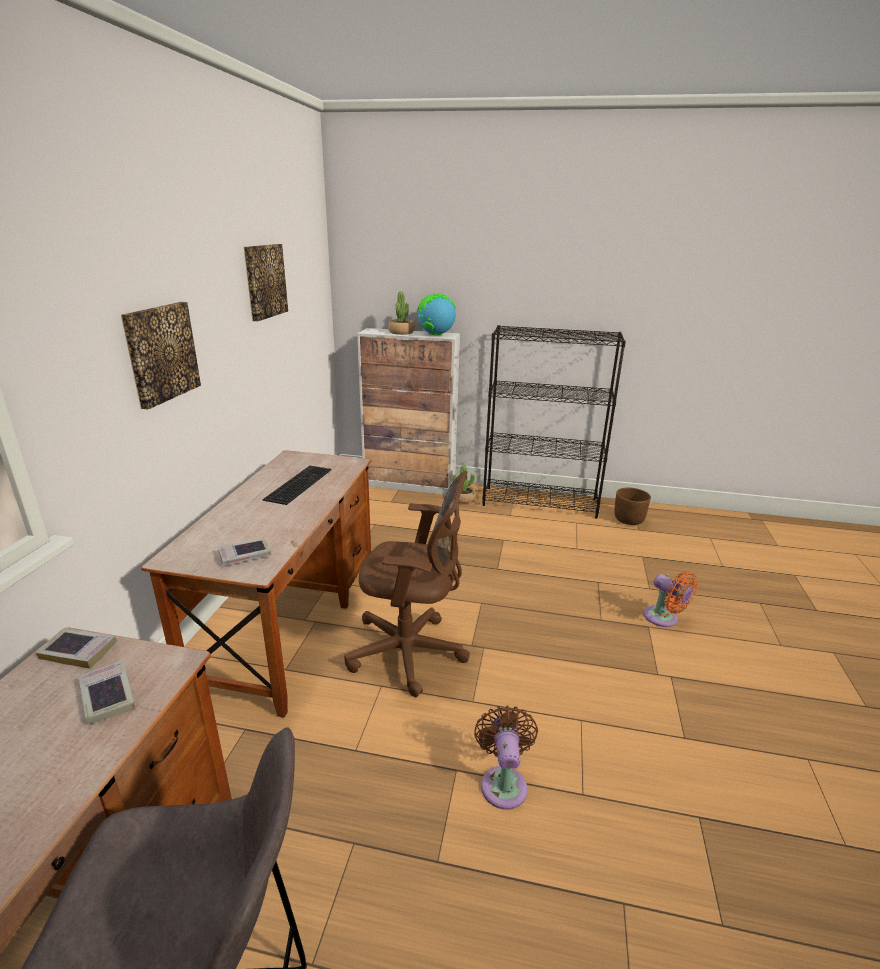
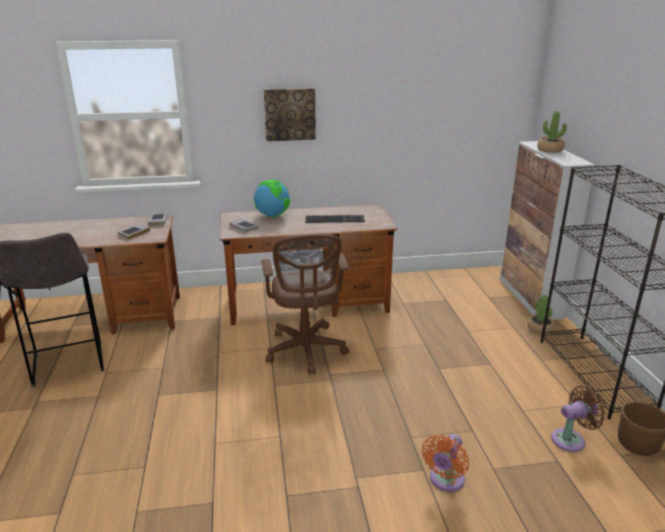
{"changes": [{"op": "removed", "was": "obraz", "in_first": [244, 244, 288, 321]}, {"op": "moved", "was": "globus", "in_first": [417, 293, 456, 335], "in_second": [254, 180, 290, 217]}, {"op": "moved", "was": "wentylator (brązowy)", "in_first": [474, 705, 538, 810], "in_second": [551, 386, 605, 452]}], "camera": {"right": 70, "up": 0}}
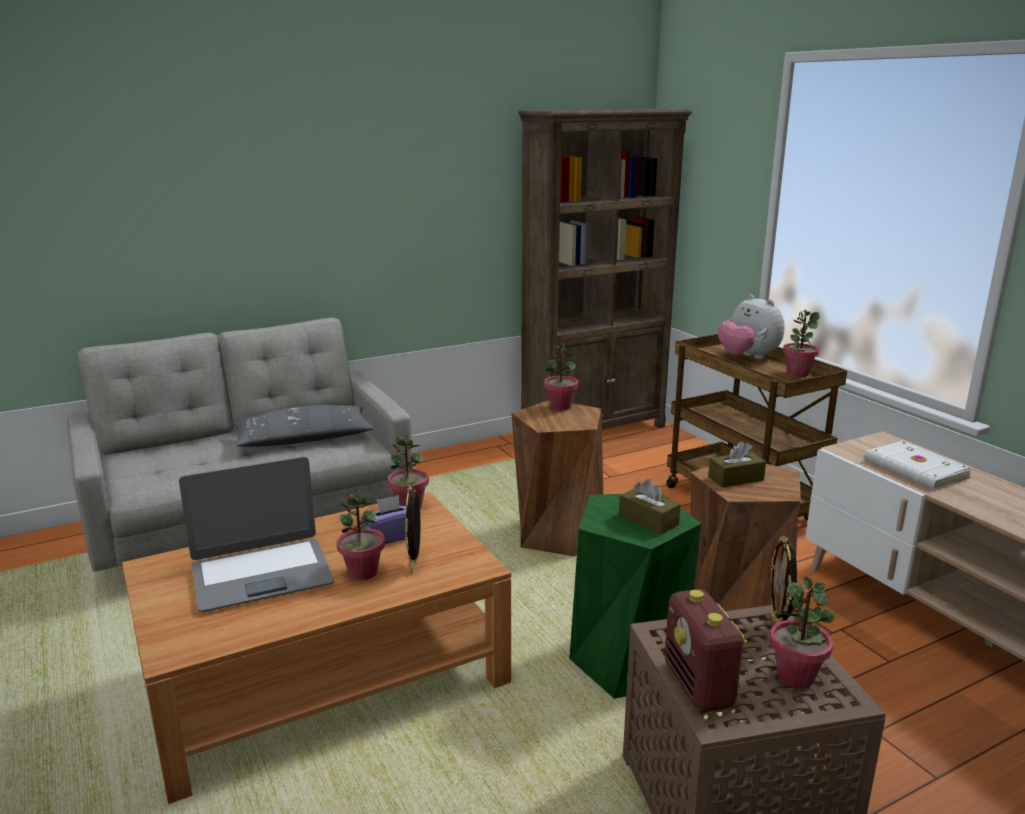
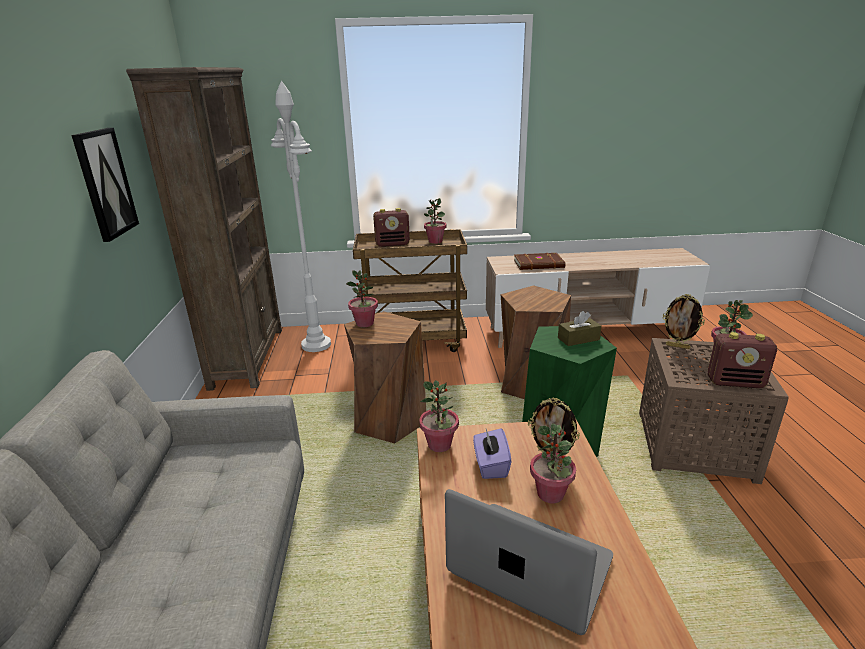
{"changes": [{"op": "replaced", "was": "pluszak", "now": "radio", "in_first": [718, 294, 785, 359], "in_second": [373, 208, 410, 247]}, {"op": "removed", "was": "poduszka (szary)", "in_first": [233, 405, 374, 447]}, {"op": "removed", "was": "pudełko chusteczek (brązowy)", "in_first": [708, 441, 766, 488]}, {"op": "recoloured", "was": "książka (biały)", "now": "książka (brązowy)", "in_first": [865, 441, 973, 490], "in_second": [514, 253, 566, 270]}, {"op": "turned", "was": "laptop", "in_first": [179, 457, 334, 612], "in_second": [445, 489, 613, 635], "clockwise": -60}, {"op": "added", "now": "lampa stojąca (biały)", "in_second": [271, 81, 331, 352]}, {"op": "added", "now": "obraz", "in_second": [71, 128, 139, 242]}], "camera": {"right": -65, "up": 5}}
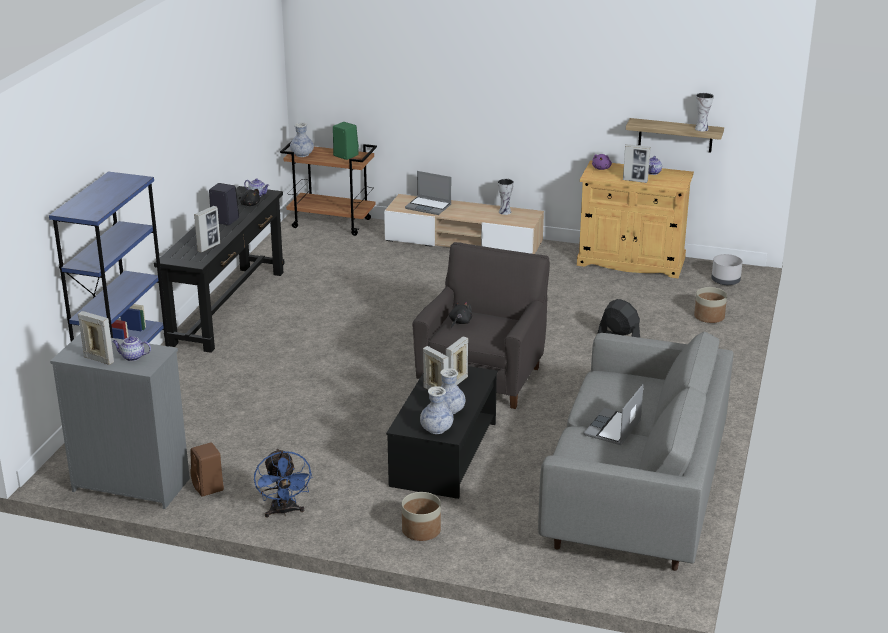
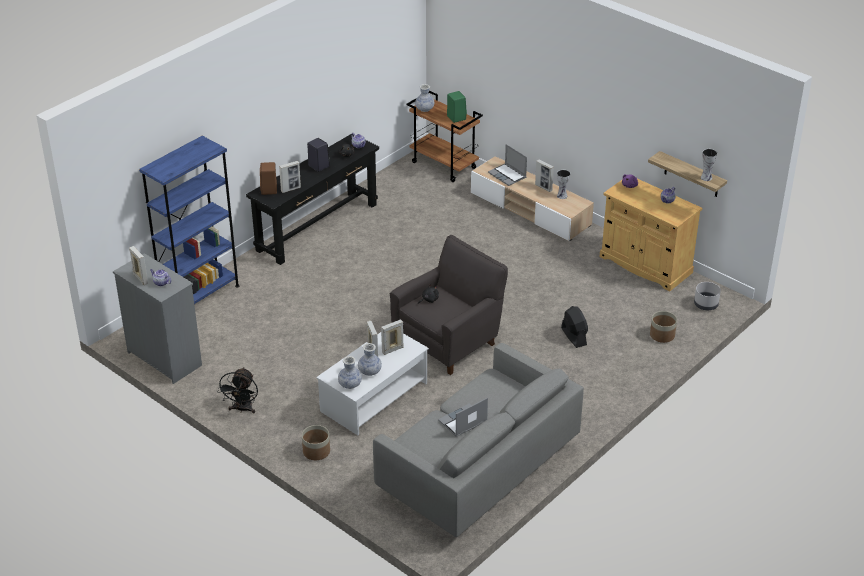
{"changes": [{"op": "moved", "was": "ramka na zdjęcie", "in_first": [623, 144, 651, 183], "in_second": [535, 160, 554, 192]}, {"op": "recoloured", "was": "ława (czarny)", "now": "ława (biały)", "in_first": [386, 366, 498, 499], "in_second": [316, 332, 429, 435]}, {"op": "moved", "was": "głośnik (brązowy)", "in_first": [190, 442, 224, 497], "in_second": [260, 162, 277, 195]}, {"op": "recoloured", "was": "wentylator (niebieski)", "now": "wentylator (czarny)", "in_first": [254, 449, 312, 517], "in_second": [217, 367, 258, 413]}], "camera": {"right": 25, "up": 10}}
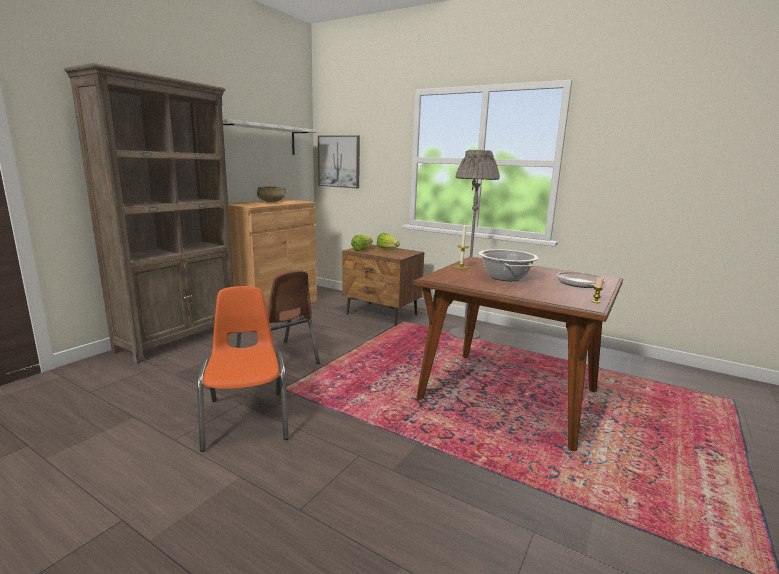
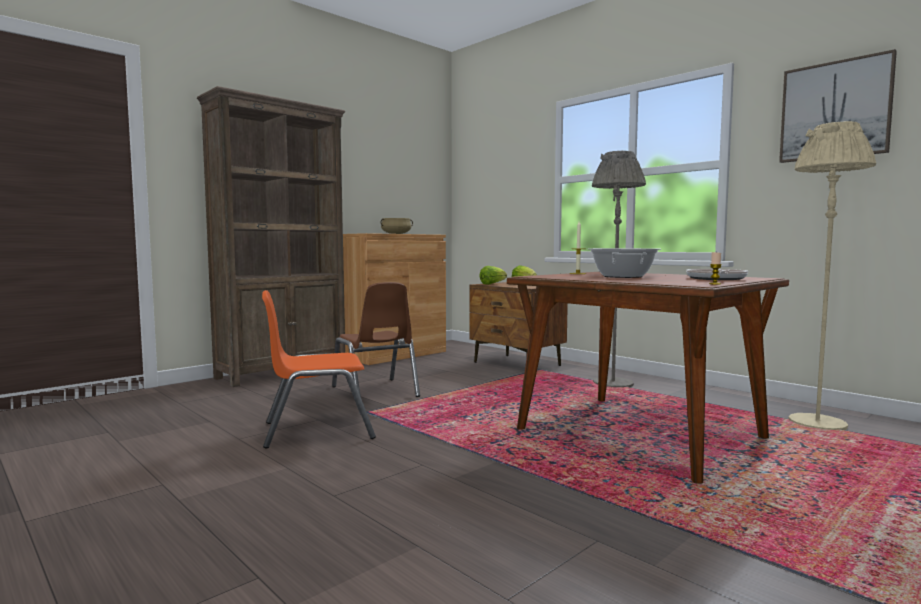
{"changes": [{"op": "removed", "was": "półka (biały)", "in_first": [223, 119, 319, 155]}, {"op": "moved", "was": "obraz", "in_first": [318, 135, 360, 188], "in_second": [779, 49, 897, 163]}, {"op": "turned", "was": "krzesło (pomarańczowy)", "in_first": [197, 286, 289, 452], "in_second": [262, 290, 376, 448], "clockwise": -105}, {"op": "added", "now": "lampa stojąca (beżowy)", "in_second": [788, 121, 876, 430]}], "camera": {"right": 15, "up": -10}}
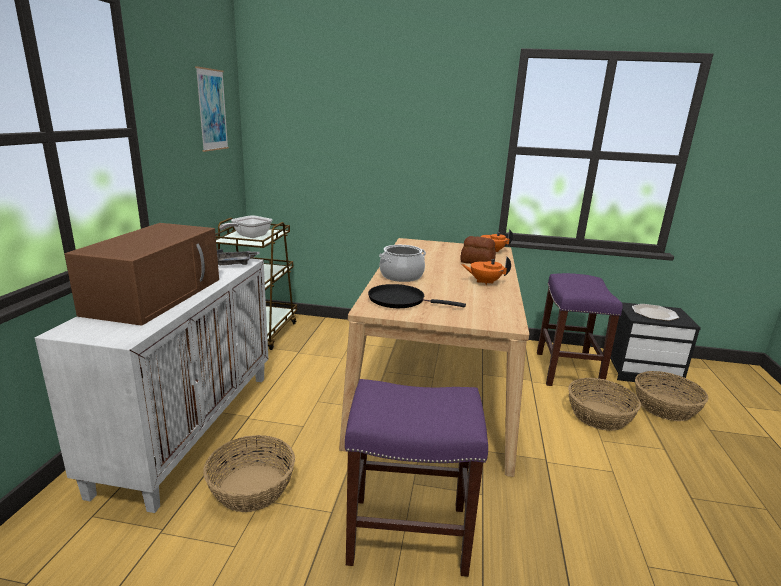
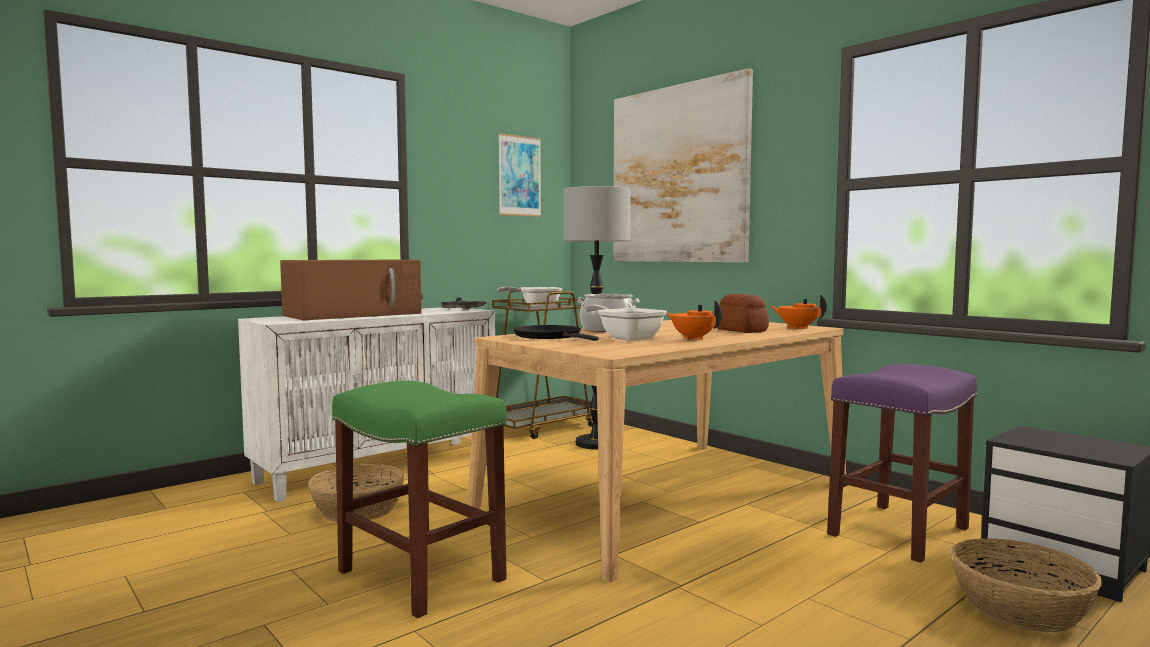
{"changes": [{"op": "removed", "was": "talerz", "in_first": [632, 304, 679, 321]}, {"op": "removed", "was": "koszyk", "in_first": [568, 378, 641, 431]}, {"op": "recoloured", "was": "stołek (fioletowy)", "now": "stołek (zielony)", "in_first": [345, 379, 488, 577], "in_second": [332, 381, 507, 618]}, {"op": "added", "now": "obraz", "in_second": [613, 68, 753, 263]}, {"op": "added", "now": "lampa stojąca", "in_second": [563, 186, 631, 449]}, {"op": "added", "now": "patelnia", "in_second": [585, 305, 667, 341]}], "camera": {"right": 40, "up": -15}}
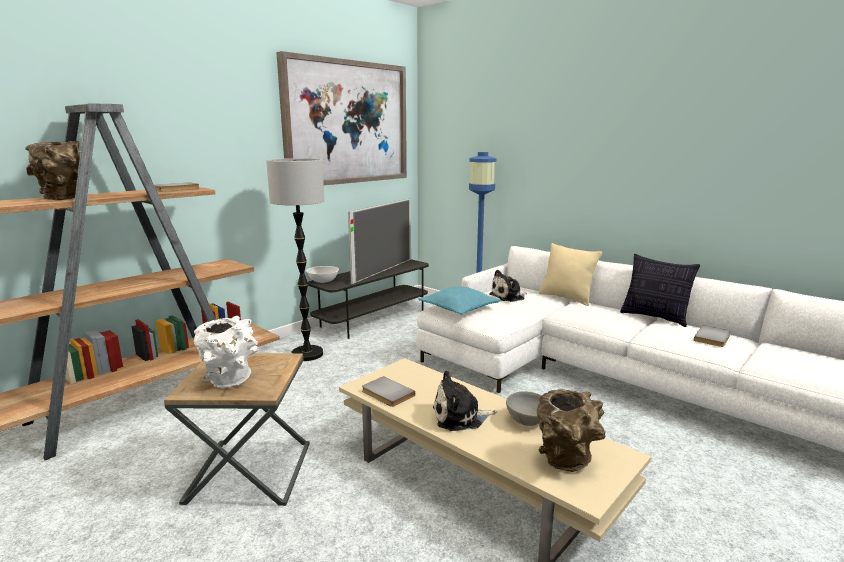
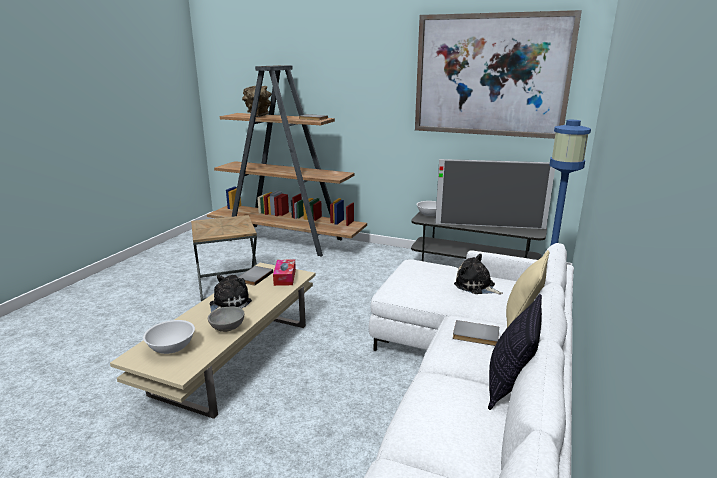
{"changes": [{"op": "removed", "was": "lampa stojąca", "in_first": [266, 158, 324, 361]}, {"op": "removed", "was": "poduszka (turkusowy)", "in_first": [418, 286, 501, 315]}, {"op": "removed", "was": "wazon (biały)", "in_first": [194, 316, 259, 389]}, {"op": "moved", "was": "książka (szary)", "in_first": [694, 325, 731, 347], "in_second": [453, 320, 499, 346]}, {"op": "turned", "was": "pluszak", "in_first": [433, 371, 496, 431], "in_second": [210, 275, 252, 312], "clockwise": 60}, {"op": "replaced", "was": "wazon (brązowy)", "now": "miska (biały)", "in_first": [537, 389, 606, 472], "in_second": [143, 320, 195, 354]}, {"op": "added", "now": "pudełko chusteczek", "in_second": [273, 259, 296, 286]}], "camera": {"right": 70, "up": 5}}
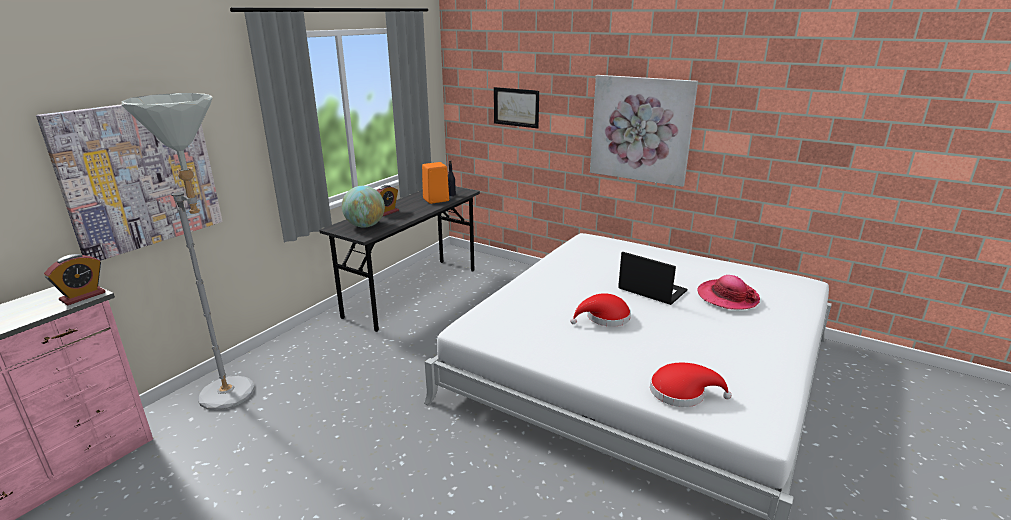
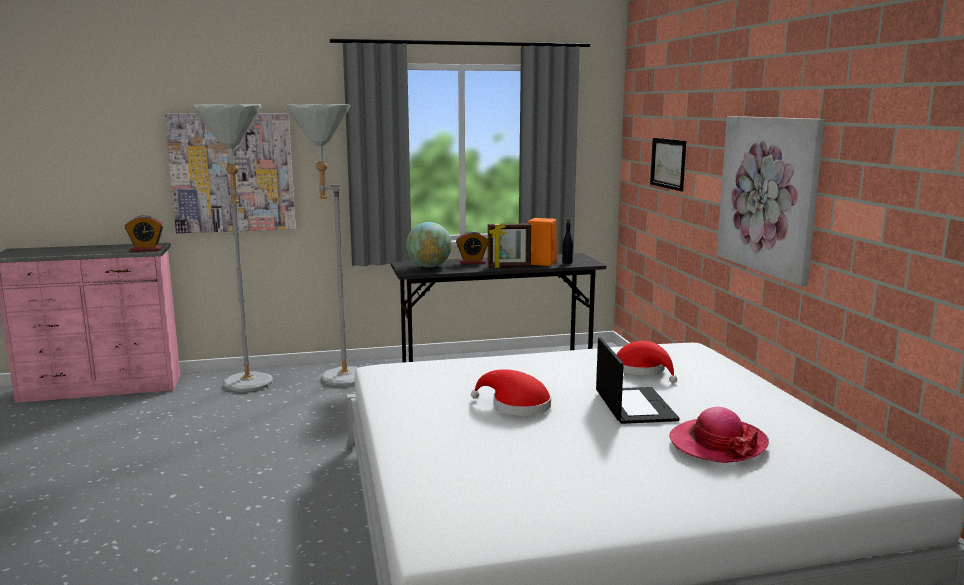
{"changes": [{"op": "moved", "was": "kapelusz (czerwony)", "in_first": [650, 363, 732, 407], "in_second": [616, 341, 677, 383]}, {"op": "added", "now": "lampa stojąca (szary)", "in_second": [286, 104, 359, 386]}, {"op": "added", "now": "ramka na zdjęcie", "in_second": [488, 223, 531, 268]}], "camera": {"right": 45, "up": -10}}
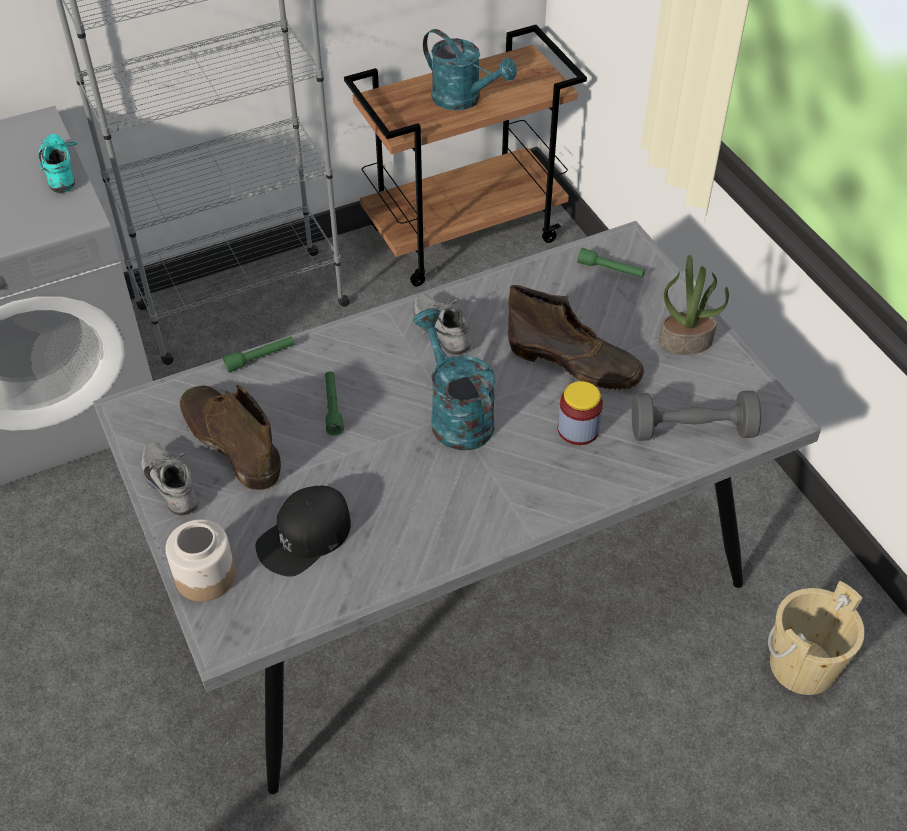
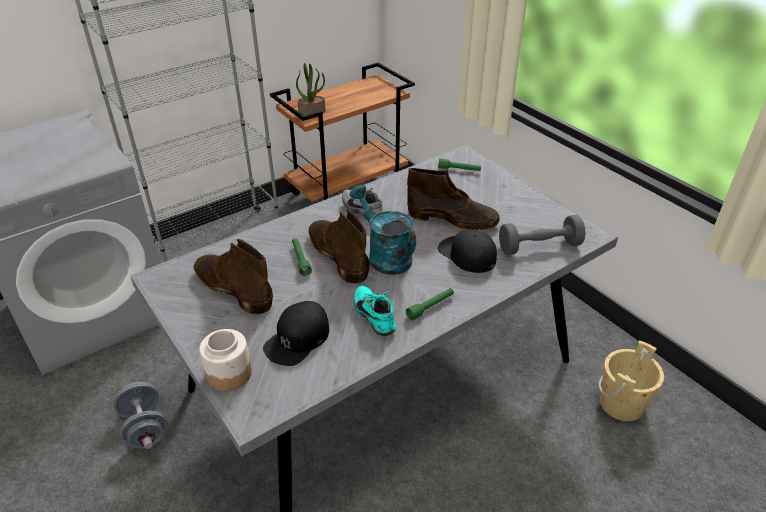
{"changes": [{"op": "removed", "was": "konewka (turkusowy)", "in_first": [423, 29, 517, 110]}, {"op": "moved", "was": "but (turkusowy)", "in_first": [38, 134, 77, 193], "in_second": [354, 286, 396, 336]}, {"op": "moved", "was": "roślina doniczkowa", "in_first": [658, 255, 729, 355], "in_second": [296, 63, 325, 116]}, {"op": "moved", "was": "latarka (zielony)", "in_first": [223, 336, 294, 372], "in_second": [406, 288, 454, 320]}, {"op": "replaced", "was": "słoik", "now": "czapka z daszkiem (czarny)", "in_first": [557, 381, 603, 445], "in_second": [438, 229, 497, 273]}, {"op": "removed", "was": "but (szary)", "in_first": [141, 442, 199, 515]}, {"op": "added", "now": "but z cholewką (brązowy)", "in_second": [309, 210, 370, 284]}, {"op": "added", "now": "hantel (szary)", "in_second": [113, 382, 168, 449]}], "camera": {"right": -10, "up": -10}}
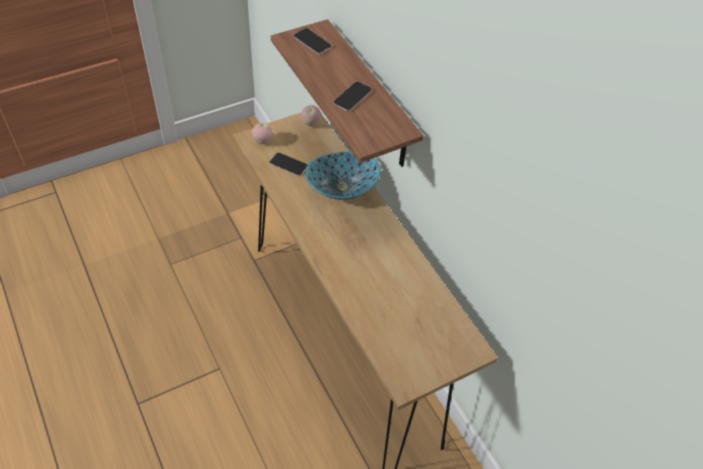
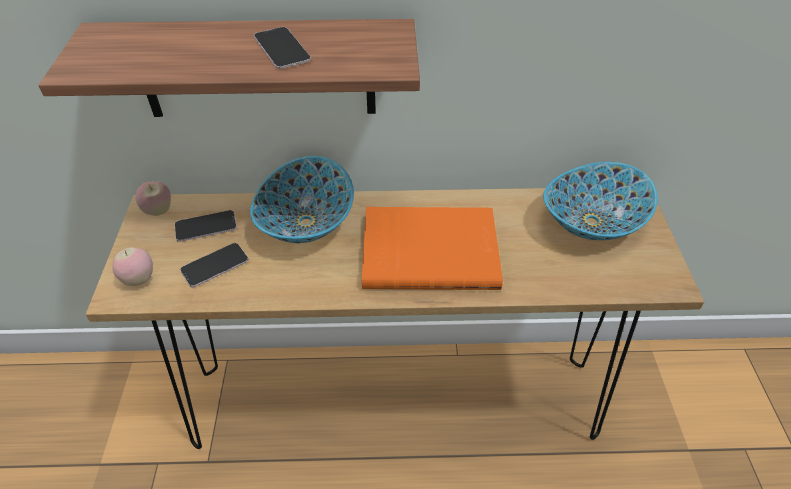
{"changes": [{"op": "moved", "was": "telefon", "in_first": [293, 28, 332, 54], "in_second": [174, 210, 237, 242]}, {"op": "added", "now": "miska", "in_second": [543, 162, 658, 240]}, {"op": "added", "now": "książka (pomarańczowy)", "in_second": [362, 207, 503, 290]}], "camera": {"right": -60, "up": -5}}
